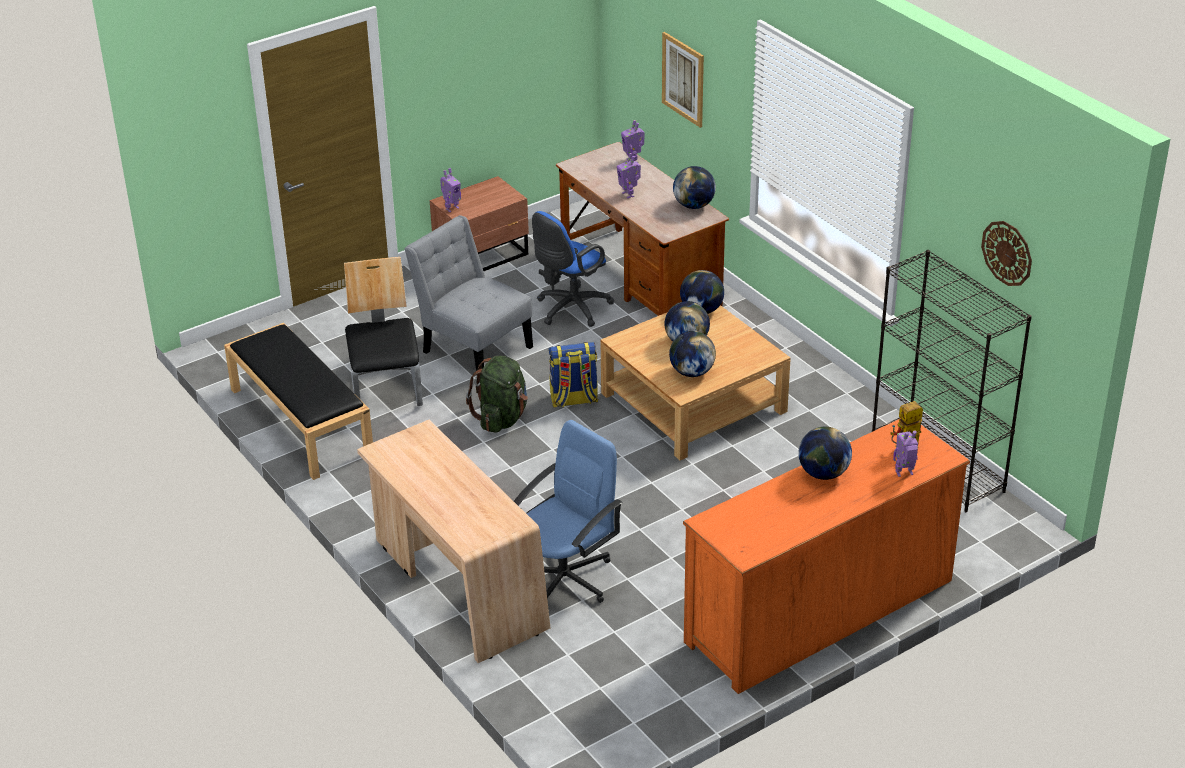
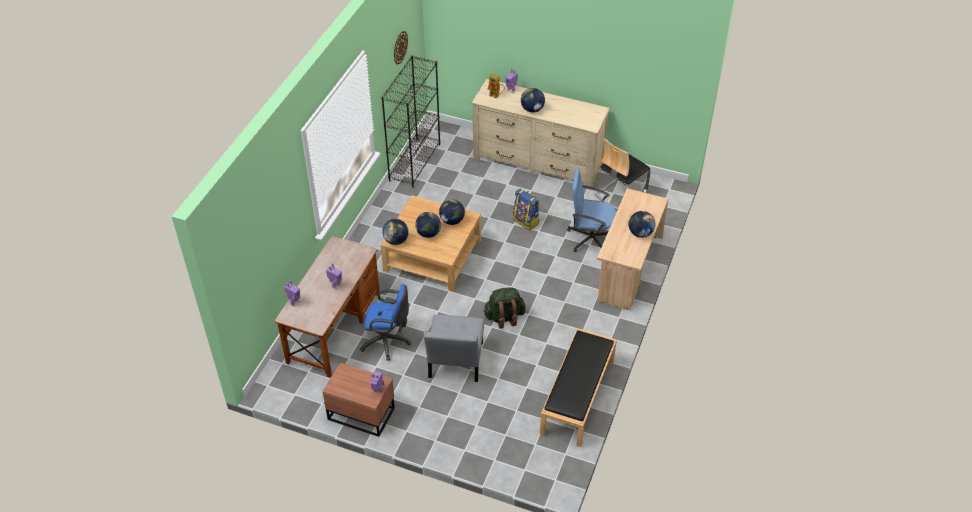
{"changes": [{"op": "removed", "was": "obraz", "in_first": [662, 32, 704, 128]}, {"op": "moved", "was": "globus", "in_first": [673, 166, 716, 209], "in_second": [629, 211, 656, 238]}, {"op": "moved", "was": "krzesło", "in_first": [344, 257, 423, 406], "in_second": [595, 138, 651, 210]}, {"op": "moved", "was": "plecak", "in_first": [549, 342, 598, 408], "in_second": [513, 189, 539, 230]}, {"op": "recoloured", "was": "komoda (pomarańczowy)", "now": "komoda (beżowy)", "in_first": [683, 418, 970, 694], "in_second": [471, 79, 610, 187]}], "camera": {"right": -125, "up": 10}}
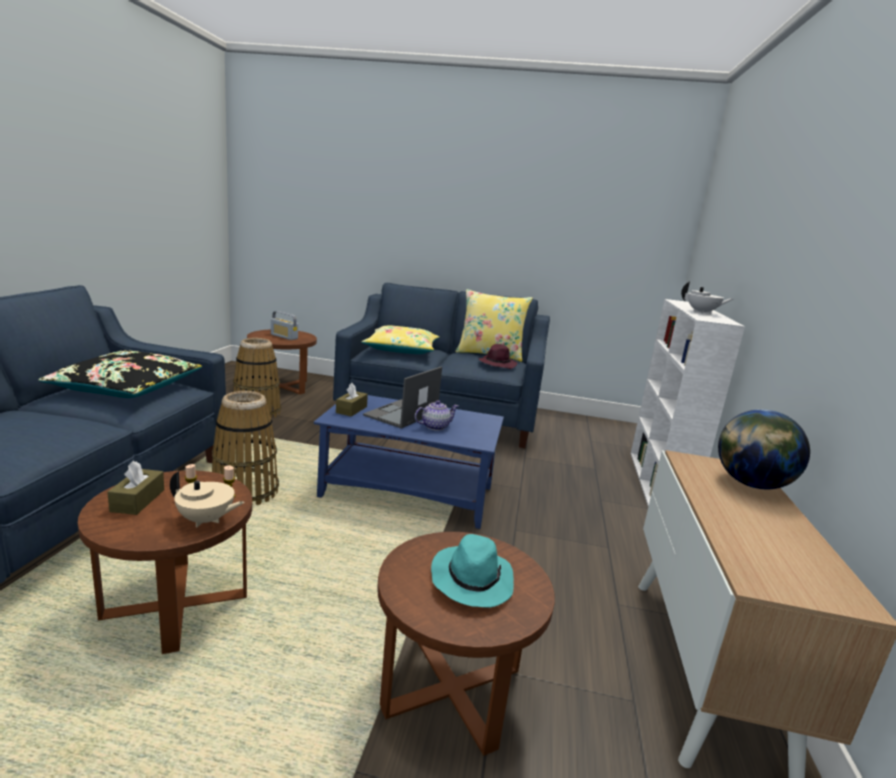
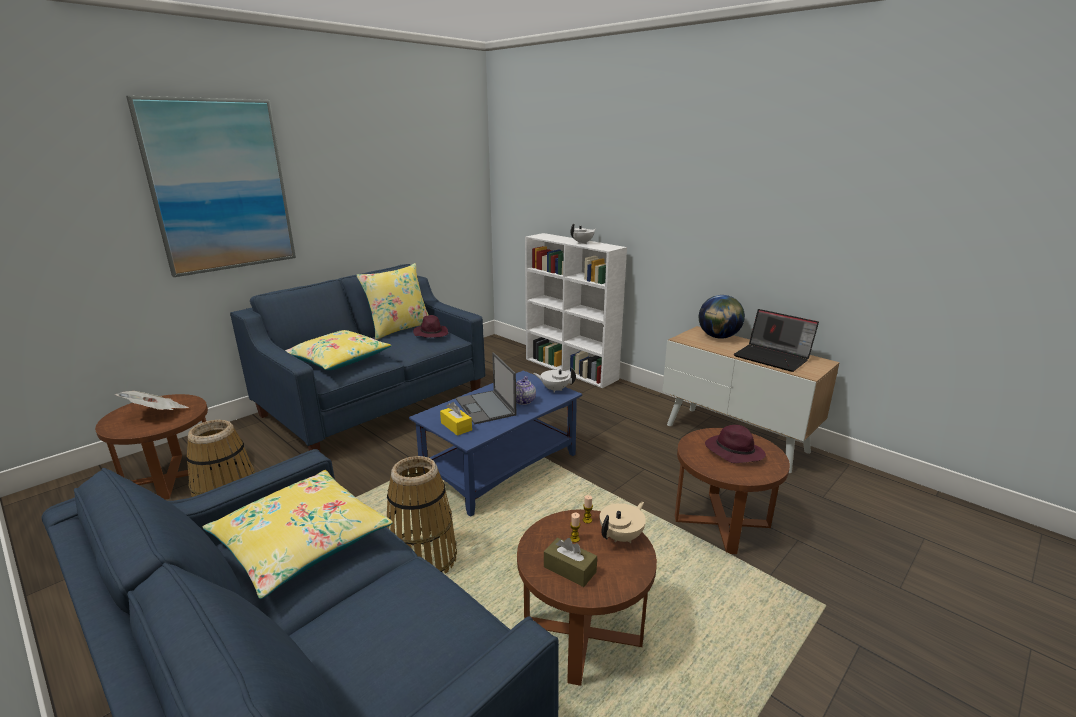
{"changes": [{"op": "replaced", "was": "radio", "now": "gazeta", "in_first": [271, 311, 298, 340], "in_second": [115, 391, 189, 410]}, {"op": "recoloured", "was": "poduszka (czarny)", "now": "poduszka (żółty)", "in_first": [38, 351, 202, 398], "in_second": [203, 470, 393, 599]}, {"op": "recoloured", "was": "pudełko chusteczek (brązowy)", "now": "pudełko chusteczek (żółty)", "in_first": [336, 383, 368, 417], "in_second": [440, 402, 472, 436]}, {"op": "recoloured", "was": "kapelusz (turkusowy)", "now": "kapelusz (fioletowy)", "in_first": [431, 534, 514, 607], "in_second": [705, 425, 766, 463]}, {"op": "added", "now": "obraz", "in_second": [126, 96, 296, 277]}, {"op": "added", "now": "laptop", "in_second": [733, 309, 819, 372]}, {"op": "added", "now": "imbryk (biały)", "in_second": [534, 368, 576, 393]}], "camera": {"right": -55, "up": 5}}
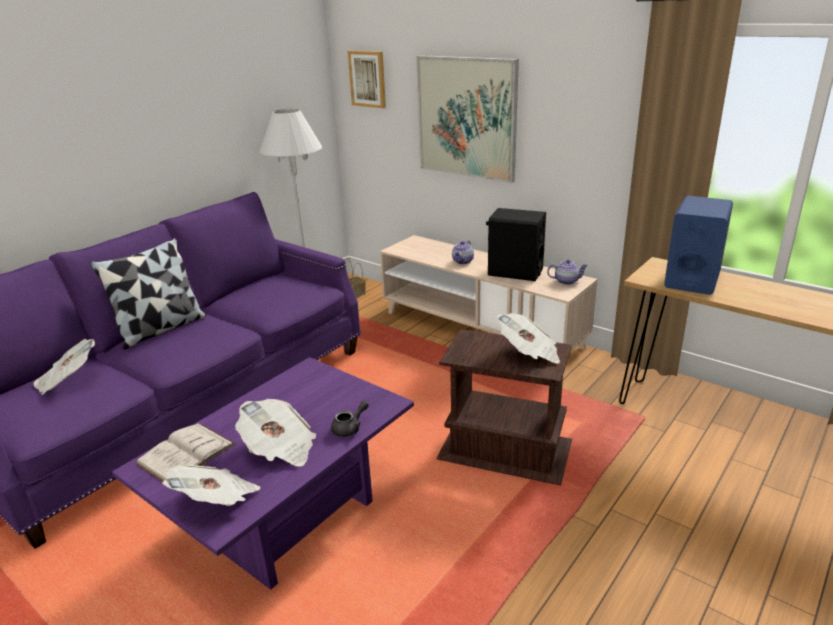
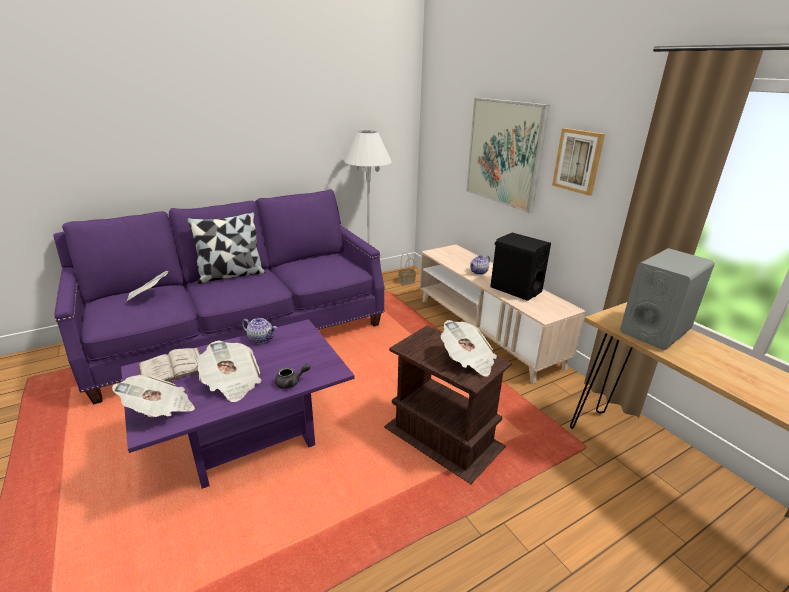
{"changes": [{"op": "moved", "was": "obraz", "in_first": [348, 51, 386, 108], "in_second": [552, 128, 605, 195]}, {"op": "recoloured", "was": "głośnik (niebieski)", "now": "głośnik (szary)", "in_first": [664, 196, 733, 295], "in_second": [620, 248, 715, 350]}, {"op": "moved", "was": "imbryk", "in_first": [547, 259, 588, 285], "in_second": [241, 318, 277, 344]}], "camera": {"right": 20, "up": 0}}
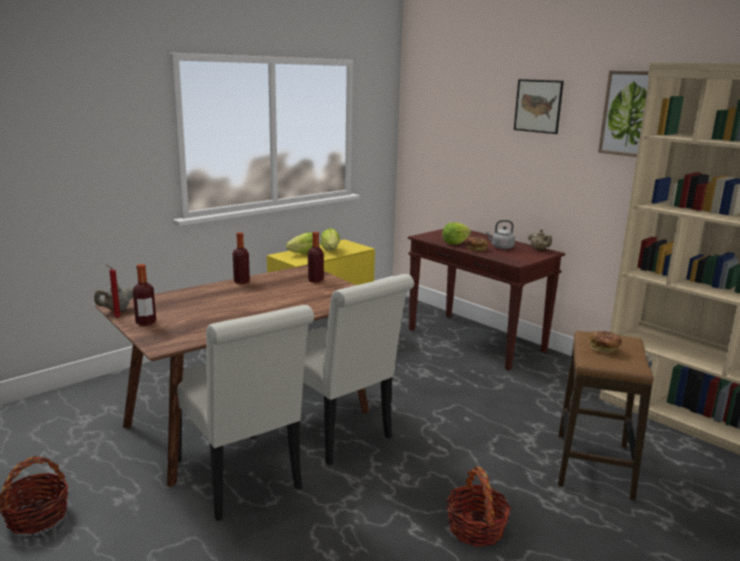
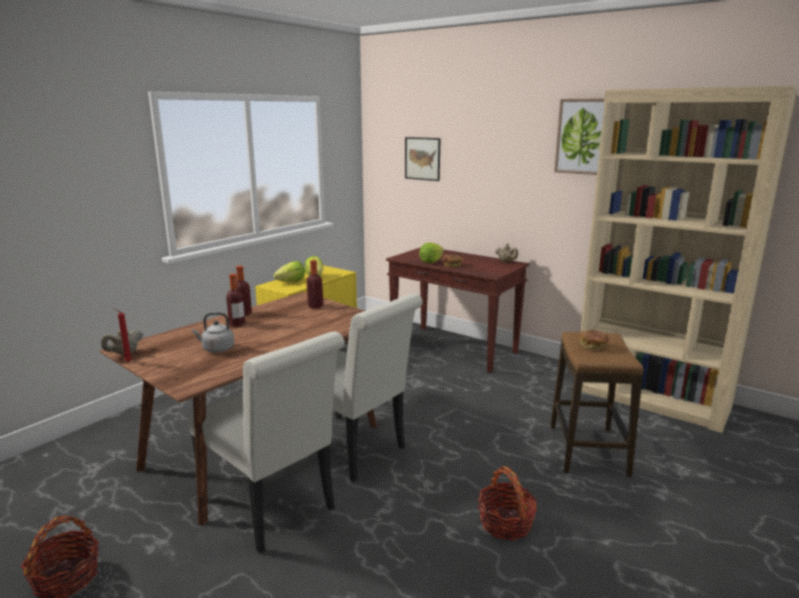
{"changes": [{"op": "moved", "was": "obraz", "in_first": [514, 79, 564, 134], "in_second": [405, 137, 441, 181]}, {"op": "moved", "was": "czajnik (szary)", "in_first": [486, 220, 515, 249], "in_second": [192, 312, 234, 352]}, {"op": "moved", "was": "butelka", "in_first": [133, 264, 156, 326], "in_second": [226, 274, 245, 327]}], "camera": {"right": -10, "up": 0}}
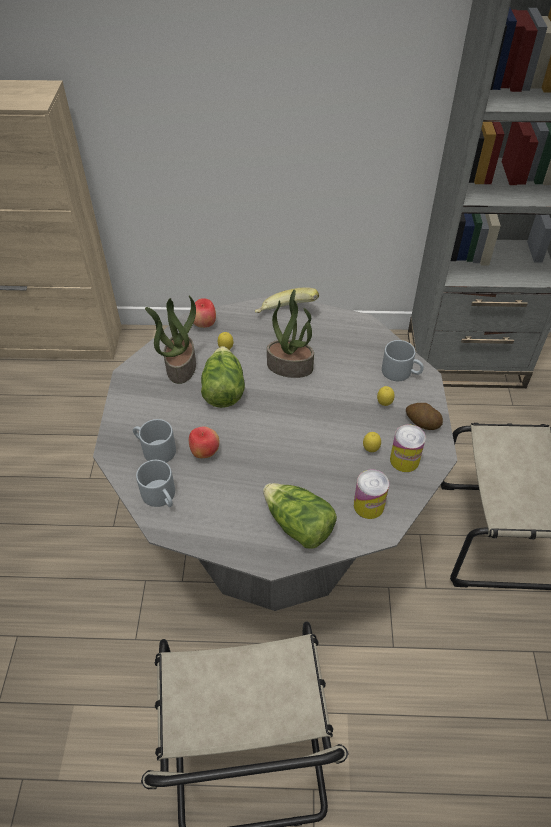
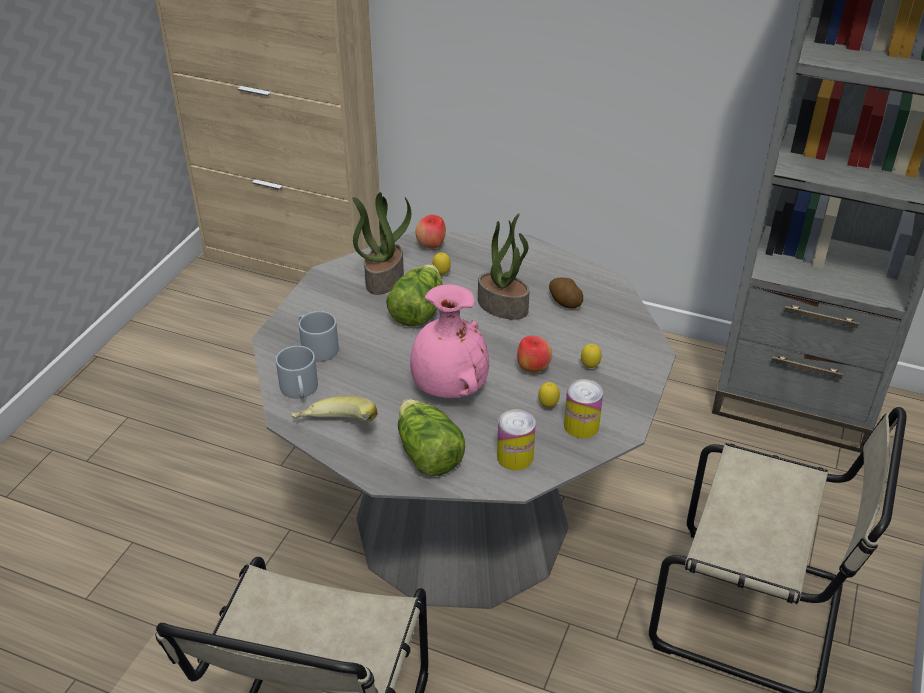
{"changes": [{"op": "moved", "was": "banan", "in_first": [255, 287, 319, 313], "in_second": [291, 396, 377, 422]}, {"op": "removed", "was": "kubek (szary)", "in_first": [382, 340, 424, 381]}, {"op": "moved", "was": "ziemniak", "in_first": [406, 403, 443, 430], "in_second": [549, 277, 583, 309]}, {"op": "moved", "was": "jabłko", "in_first": [189, 427, 220, 458], "in_second": [517, 336, 552, 373]}, {"op": "added", "now": "wazon (różowy)", "in_second": [410, 285, 489, 398]}], "camera": {"right": 20, "up": -10}}
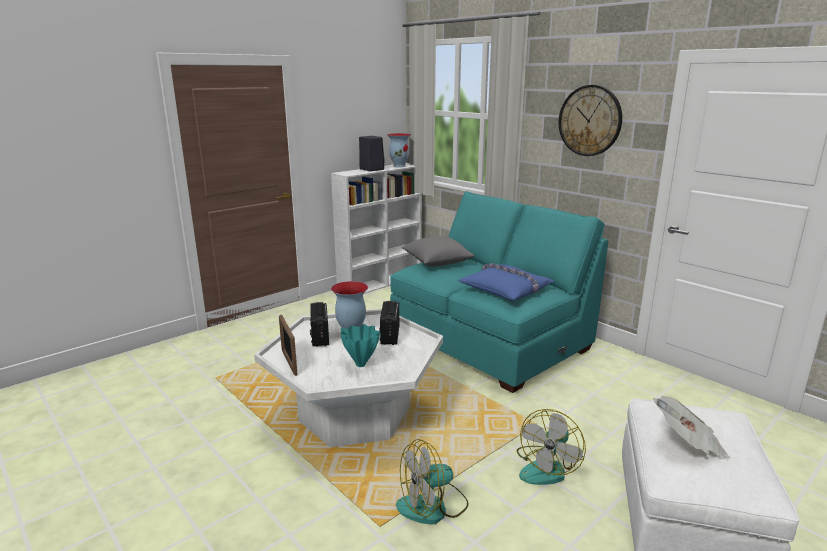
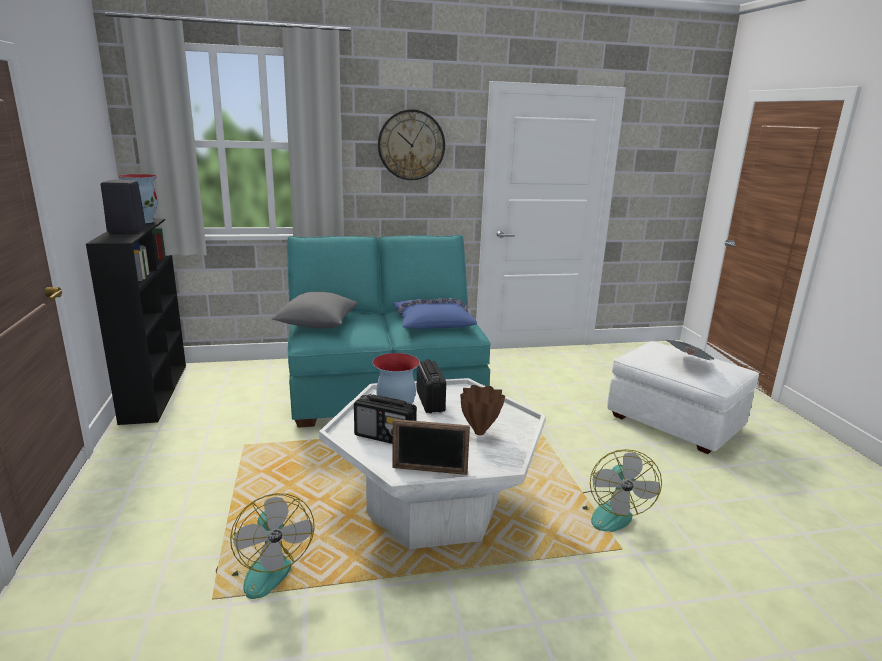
{"changes": [{"op": "recoloured", "was": "regał (biały)", "now": "regał (czarny)", "in_first": [331, 163, 422, 294], "in_second": [86, 218, 186, 425]}, {"op": "turned", "was": "radio", "in_first": [379, 301, 399, 345], "in_second": [417, 360, 446, 413], "clockwise": -135}, {"op": "recoloured", "was": "wazon (turkusowy)", "now": "wazon (brązowy)", "in_first": [340, 324, 380, 367], "in_second": [460, 385, 505, 435]}, {"op": "moved", "was": "wentylator", "in_first": [517, 409, 586, 485], "in_second": [216, 493, 315, 599]}], "camera": {"right": -60, "up": 0}}
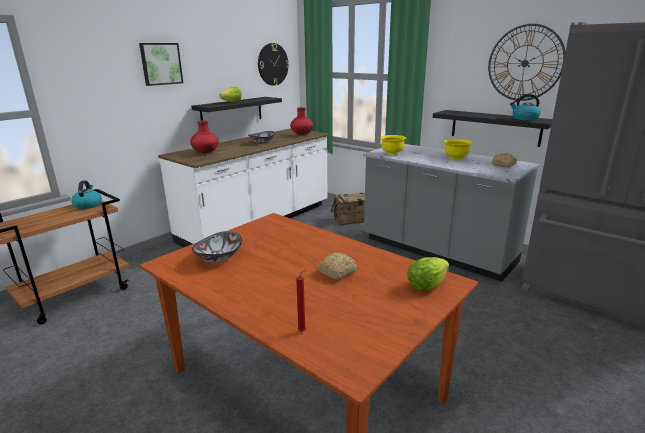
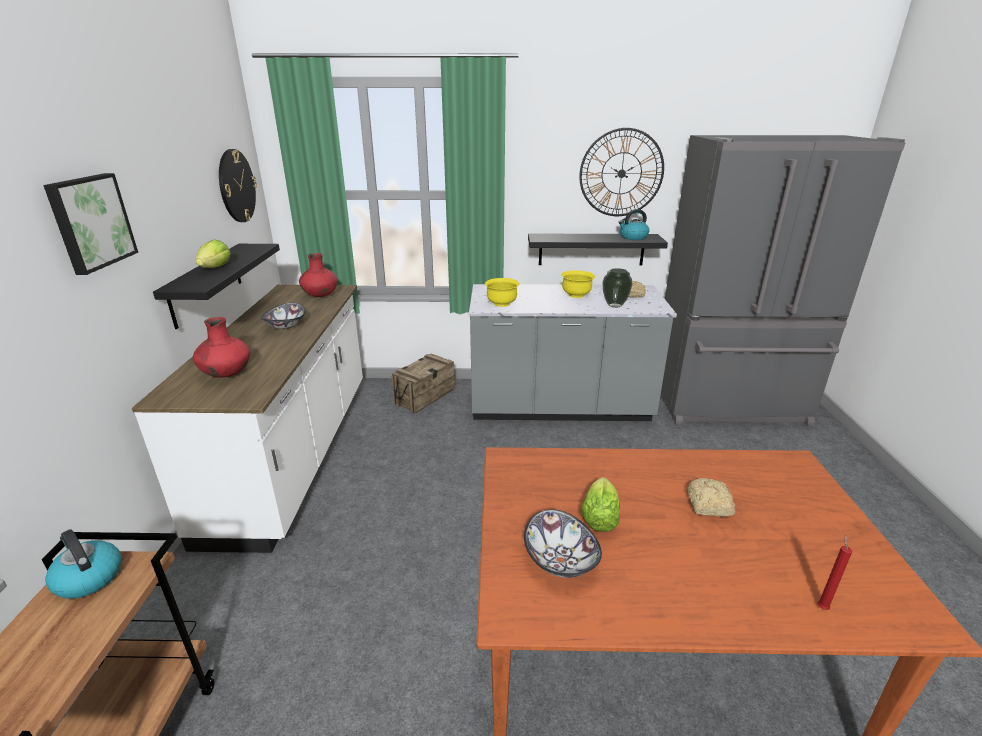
{"changes": [{"op": "moved", "was": "sałata", "in_first": [407, 257, 449, 291], "in_second": [581, 477, 620, 532]}, {"op": "added", "now": "wazon", "in_second": [602, 268, 632, 308]}], "camera": {"right": -40, "up": 5}}
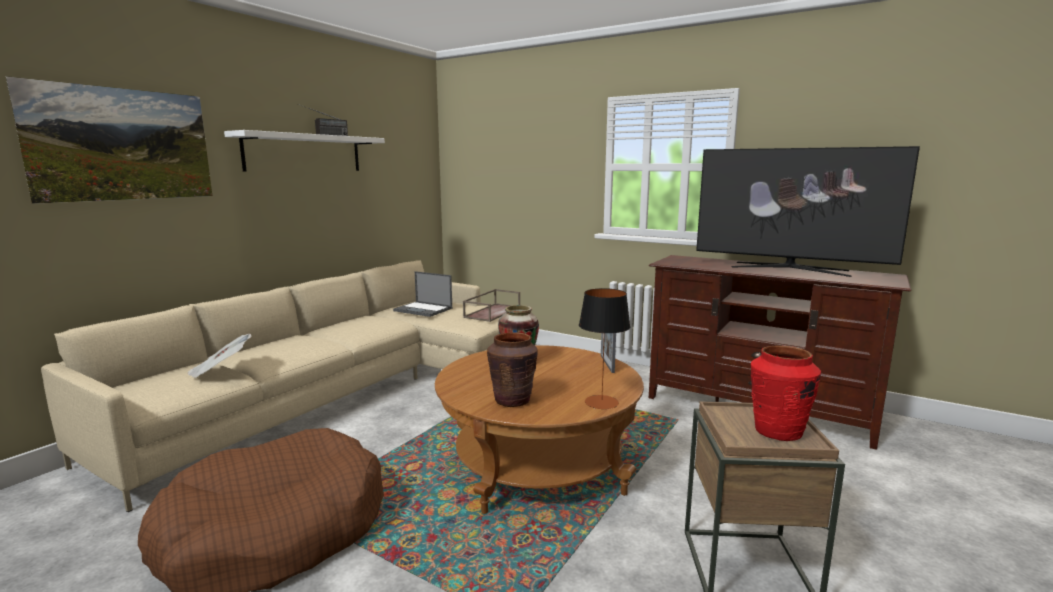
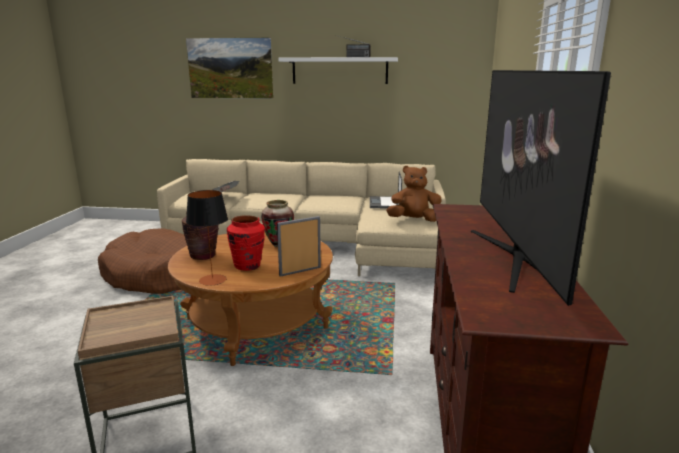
{"changes": [{"op": "replaced", "was": "taca (brązowy)", "now": "pluszak (brązowy)", "in_first": [463, 289, 520, 322], "in_second": [386, 166, 442, 222]}, {"op": "moved", "was": "wazon (czerwony)", "in_first": [751, 346, 821, 441], "in_second": [227, 215, 265, 271]}], "camera": {"right": 65, "up": 5}}
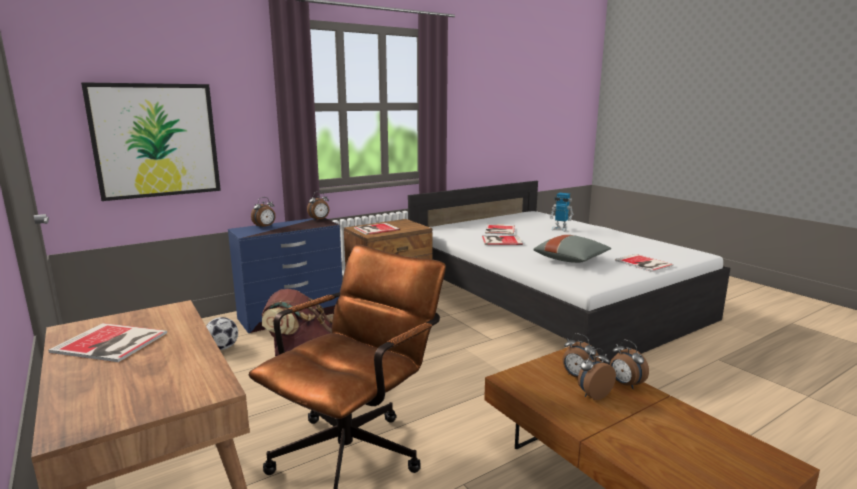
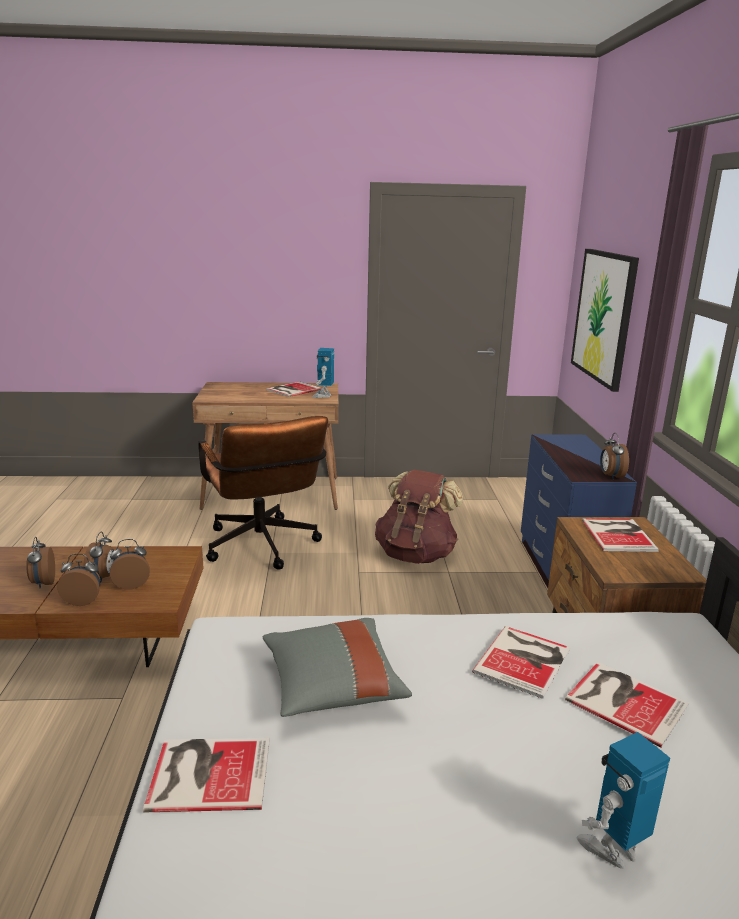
{"changes": [{"op": "moved", "was": "budzik", "in_first": [251, 197, 276, 228], "in_second": [26, 537, 55, 588]}, {"op": "removed", "was": "piłka futbolowa", "in_first": [206, 317, 238, 350]}, {"op": "added", "now": "robot zabawkowy", "in_second": [312, 348, 334, 398]}], "camera": {"right": 120, "up": 5}}
